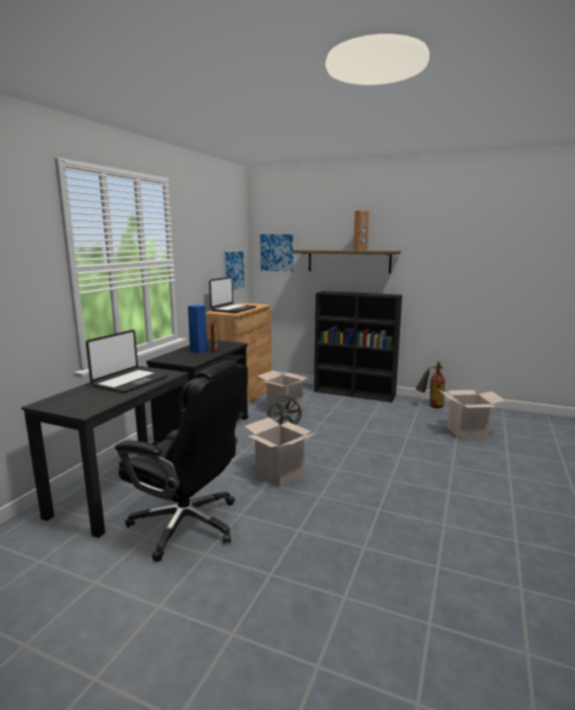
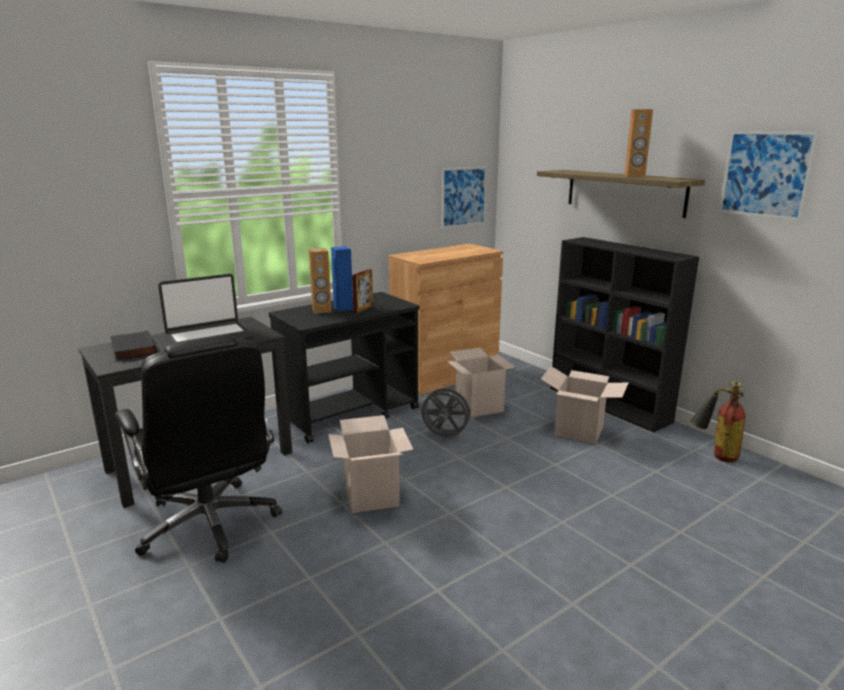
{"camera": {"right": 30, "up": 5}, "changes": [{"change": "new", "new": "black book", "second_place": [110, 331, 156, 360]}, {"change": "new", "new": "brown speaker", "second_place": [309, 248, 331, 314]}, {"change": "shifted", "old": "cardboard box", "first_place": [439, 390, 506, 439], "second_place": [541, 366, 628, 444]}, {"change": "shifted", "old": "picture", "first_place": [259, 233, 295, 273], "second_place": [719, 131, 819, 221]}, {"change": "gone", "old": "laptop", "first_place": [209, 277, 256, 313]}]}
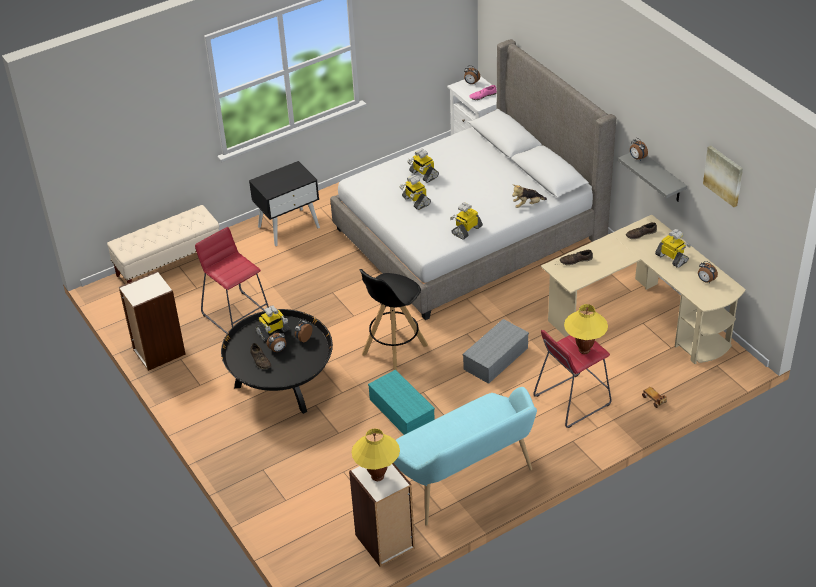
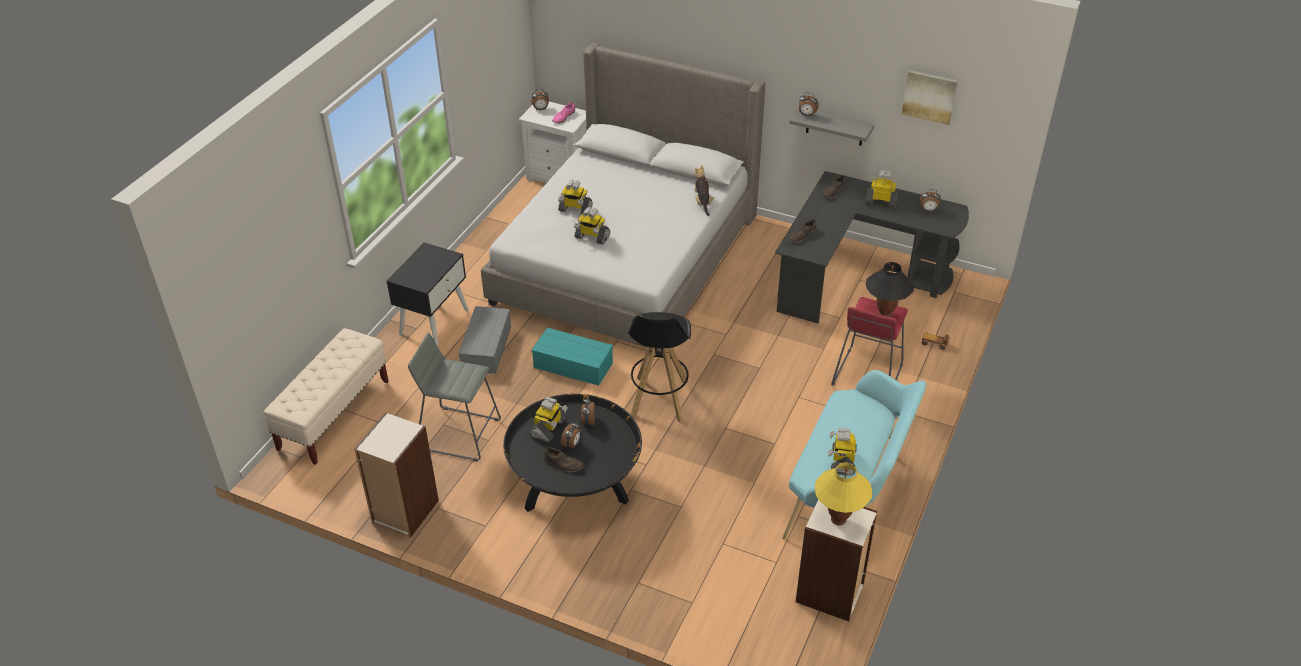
{"camera": {"right": -35, "up": 0}, "changes": [{"change": "repainted", "old": "red stool", "new": "grey stool", "first_place": [195, 227, 269, 334], "second_place": [408, 333, 501, 461]}, {"change": "shifted", "old": "grey storage box", "first_place": [463, 319, 529, 384], "second_place": [458, 306, 511, 374]}, {"change": "shifted", "old": "turquoise storage box", "first_place": [368, 369, 435, 435], "second_place": [532, 328, 613, 386]}, {"change": "rotated", "old": "plush toy", "first_place": [512, 185, 547, 208], "second_place": [694, 165, 715, 216], "degrees": 135}, {"change": "repainted", "old": "beige desk", "new": "black desk", "first_place": [541, 215, 746, 364], "second_place": [775, 171, 969, 323]}, {"change": "shifted", "old": "toy robot", "first_place": [450, 202, 483, 240], "second_place": [828, 428, 857, 476]}, {"change": "repainted", "old": "yellow table lamp", "new": "black table lamp", "first_place": [564, 304, 608, 354], "second_place": [866, 262, 914, 317]}]}
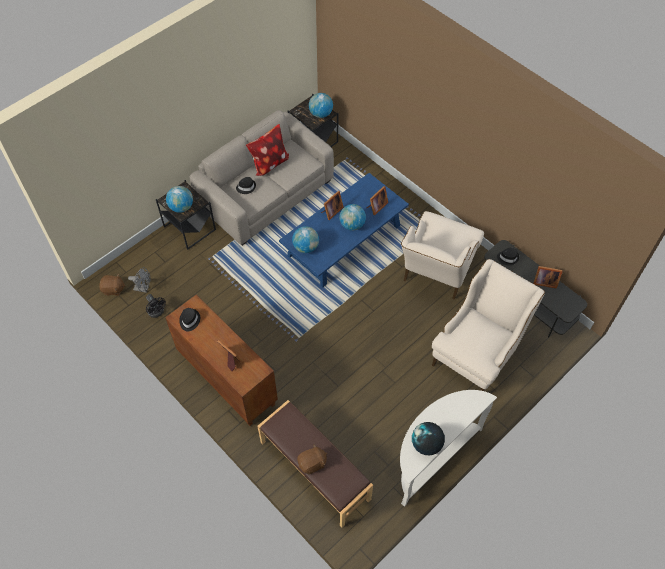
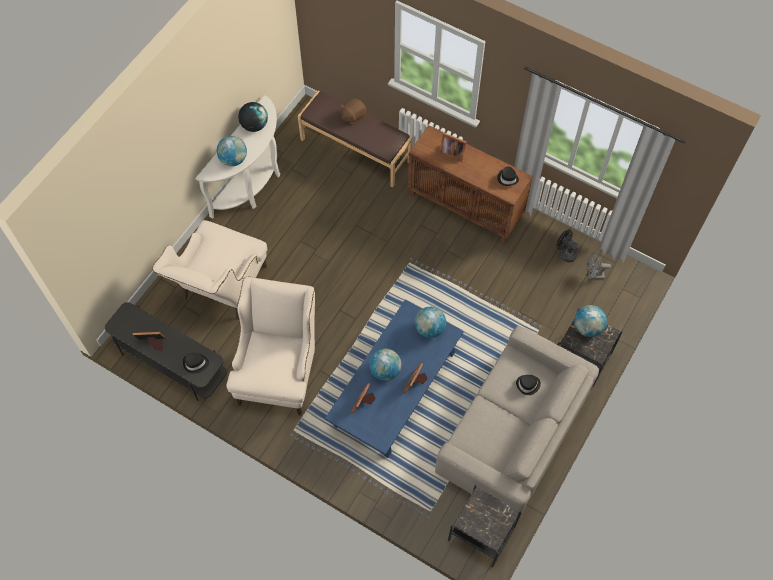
{"camera": {"right": 165, "up": 5}, "changes": [{"change": "shifted", "old": "globe", "first_place": [309, 93, 333, 118], "second_place": [216, 136, 247, 166]}, {"change": "gone", "old": "brown plush toy", "first_place": [99, 274, 126, 296]}, {"change": "gone", "old": "pillow", "first_place": [246, 124, 289, 176]}]}
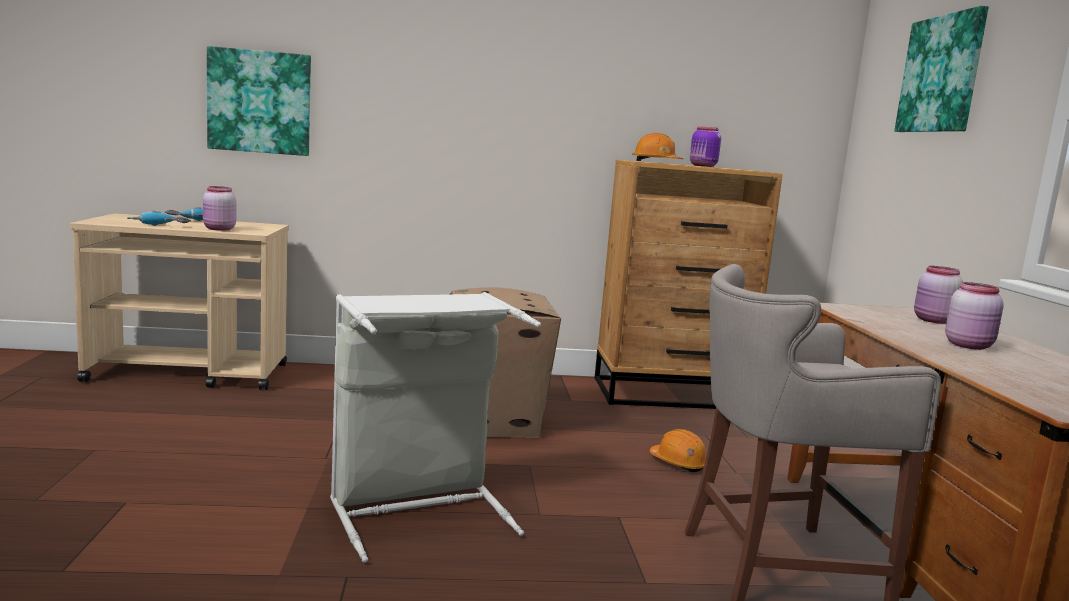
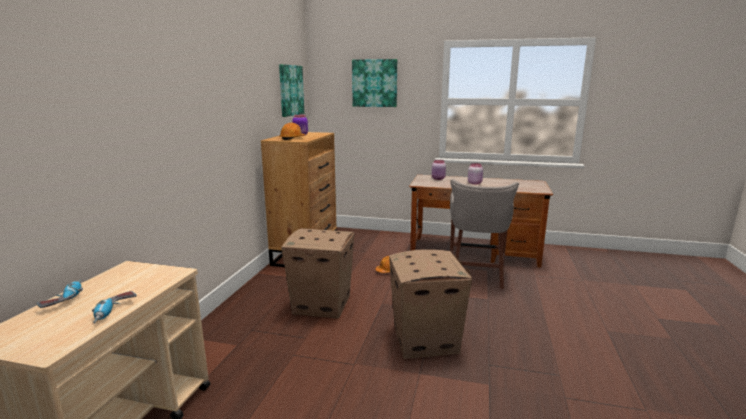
{"camera": {"right": -70, "up": 5}, "changes": [{"change": "shifted", "old": "picture", "first_place": [207, 46, 311, 156], "second_place": [279, 64, 304, 117]}, {"change": "swapped", "old": "grey laundry basket", "new": "cardboard box", "first_place": [330, 292, 541, 563], "second_place": [389, 249, 472, 359]}, {"change": "gone", "old": "pink jar", "first_place": [203, 186, 236, 231]}]}
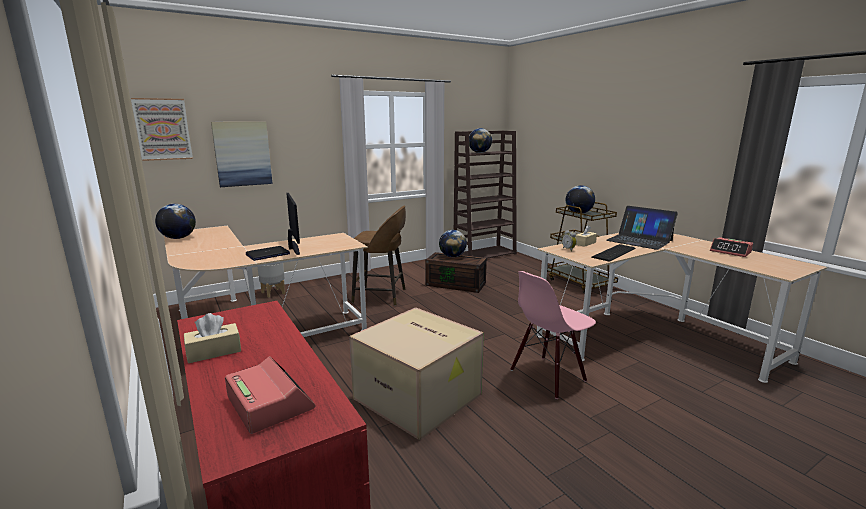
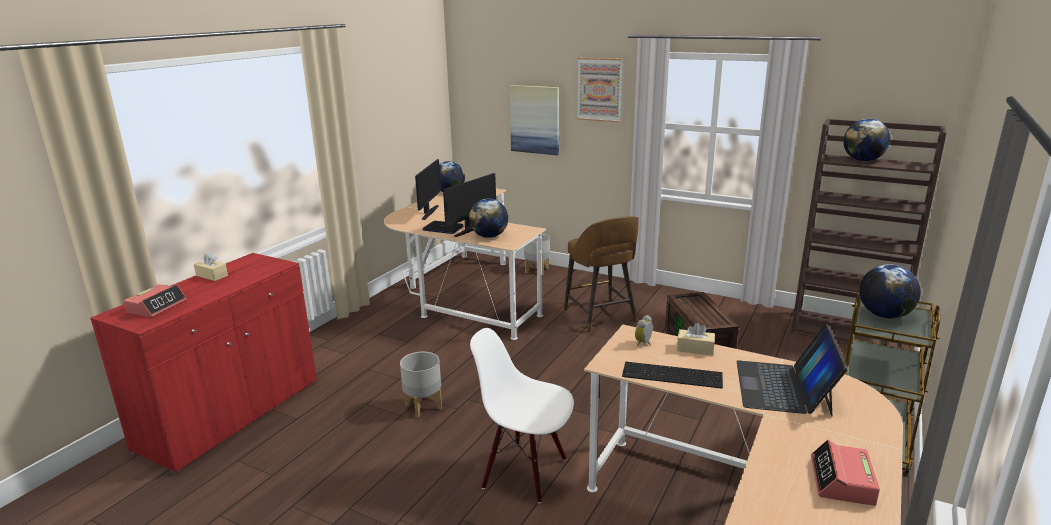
{"camera": {"right": 60, "up": 5}, "changes": [{"change": "swapped", "old": "cardboard box", "new": "grey planter", "first_place": [349, 307, 484, 440], "second_place": [400, 352, 442, 418]}, {"change": "new", "new": "monitor", "second_place": [415, 159, 441, 220]}, {"change": "shifted", "old": "globe", "first_place": [439, 230, 467, 257], "second_place": [469, 199, 508, 238]}, {"change": "repainted", "old": "pink chair", "new": "white chair", "first_place": [511, 271, 596, 399], "second_place": [470, 328, 574, 503]}, {"change": "shifted", "old": "picture", "first_place": [131, 98, 193, 161], "second_place": [577, 58, 623, 122]}]}
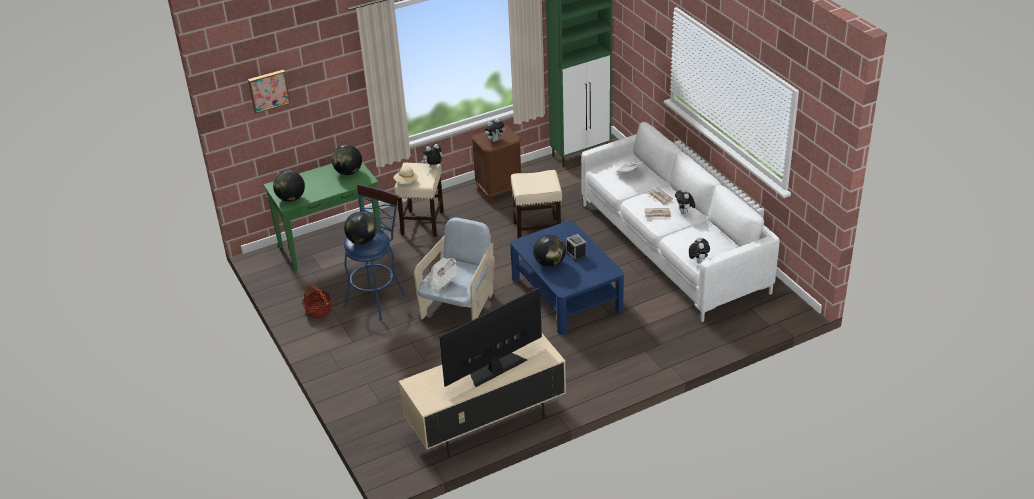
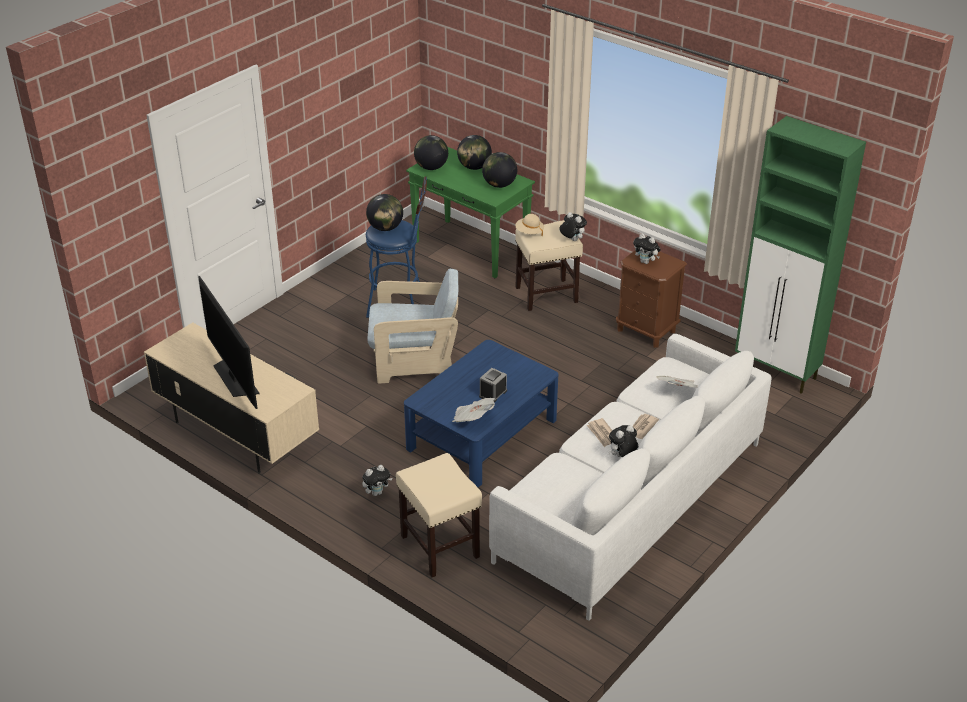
{"camera": {"right": 65, "up": 0}, "changes": [{"change": "rotated", "old": "television", "first_place": [439, 288, 542, 387], "second_place": [198, 276, 260, 409], "degrees": -150}, {"change": "shifted", "old": "plush toy", "first_place": [689, 237, 710, 263], "second_place": [362, 465, 392, 496]}, {"change": "shifted", "old": "beige stool", "first_place": [511, 170, 562, 238], "second_place": [396, 453, 482, 577]}, {"change": "shifted", "old": "newspaper", "first_place": [424, 258, 458, 291], "second_place": [452, 398, 495, 422]}, {"change": "shifted", "old": "globe", "first_place": [533, 235, 566, 267], "second_place": [457, 135, 492, 170]}, {"change": "gone", "old": "picture", "first_place": [248, 70, 290, 114]}, {"change": "gone", "old": "basket", "first_place": [302, 285, 332, 318]}]}
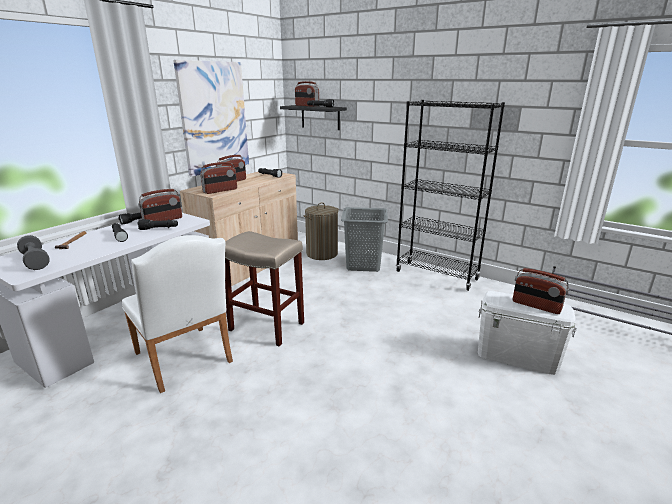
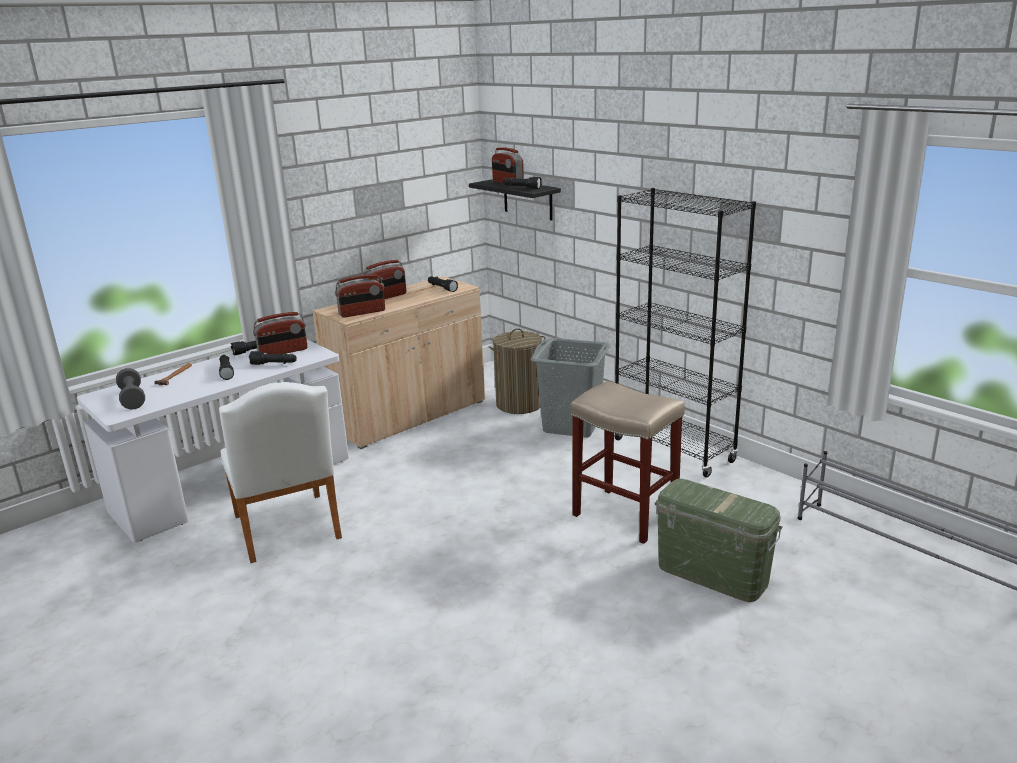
{"camera": {"right": 15, "up": 0}, "changes": [{"change": "shifted", "old": "beige stool", "first_place": [225, 231, 304, 347], "second_place": [570, 381, 685, 544]}, {"change": "repainted", "old": "white storage box", "new": "green storage box", "first_place": [478, 291, 577, 375], "second_place": [655, 479, 783, 602]}, {"change": "gone", "old": "picture", "first_place": [173, 60, 249, 177]}, {"change": "gone", "old": "radio", "first_place": [513, 268, 569, 314]}]}
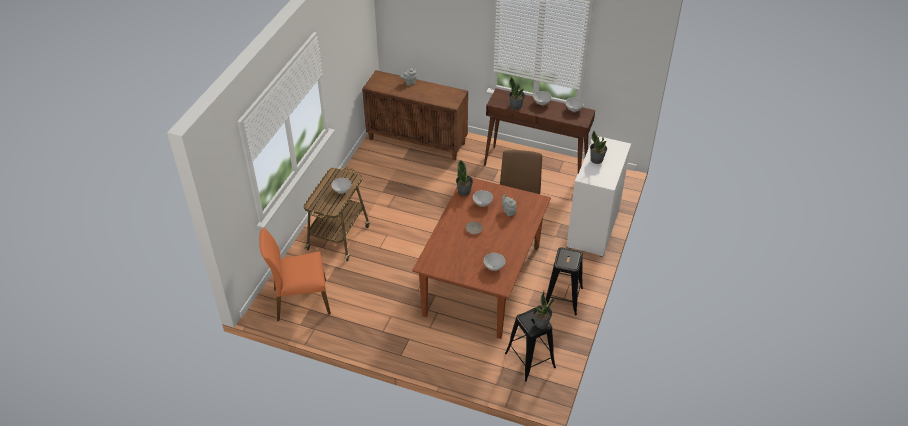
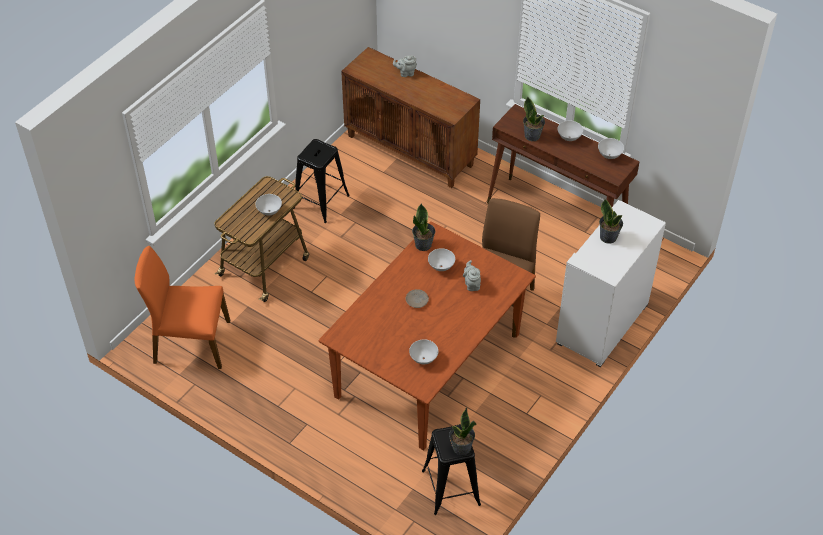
{"camera": {"right": 15, "up": 5}, "changes": [{"change": "shifted", "old": "black stool", "first_place": [546, 247, 583, 315], "second_place": [293, 139, 350, 223]}]}
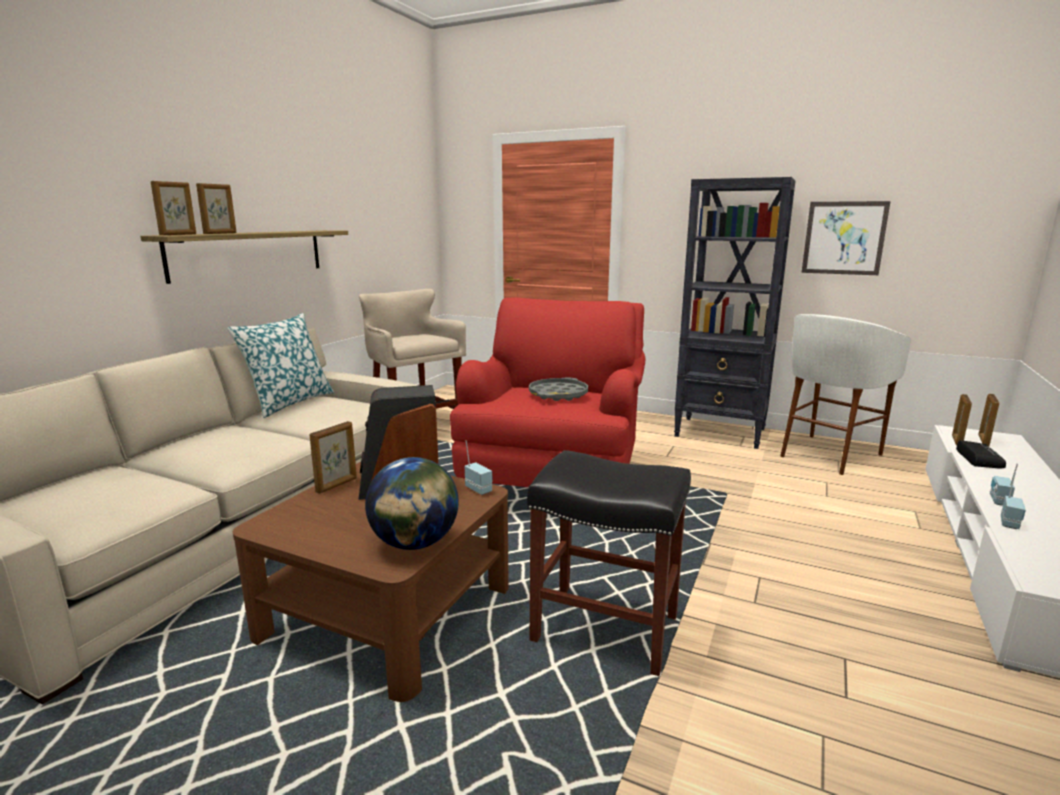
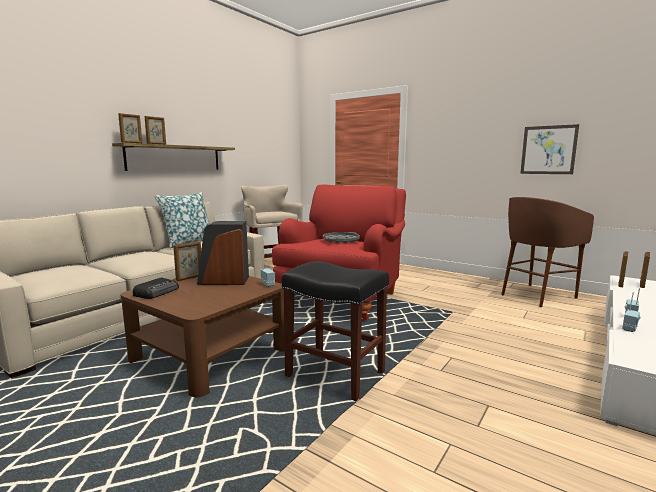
{"camera": {"right": 10, "up": -5}, "changes": [{"change": "shifted", "old": "radio", "first_place": [956, 440, 1006, 468], "second_place": [133, 278, 179, 299]}, {"change": "repainted", "old": "white stool", "new": "brown stool", "first_place": [780, 314, 911, 475], "second_place": [501, 197, 594, 307]}, {"change": "gone", "old": "globe", "first_place": [365, 457, 459, 550]}, {"change": "gone", "old": "black bookcase", "first_place": [674, 177, 795, 449]}]}
